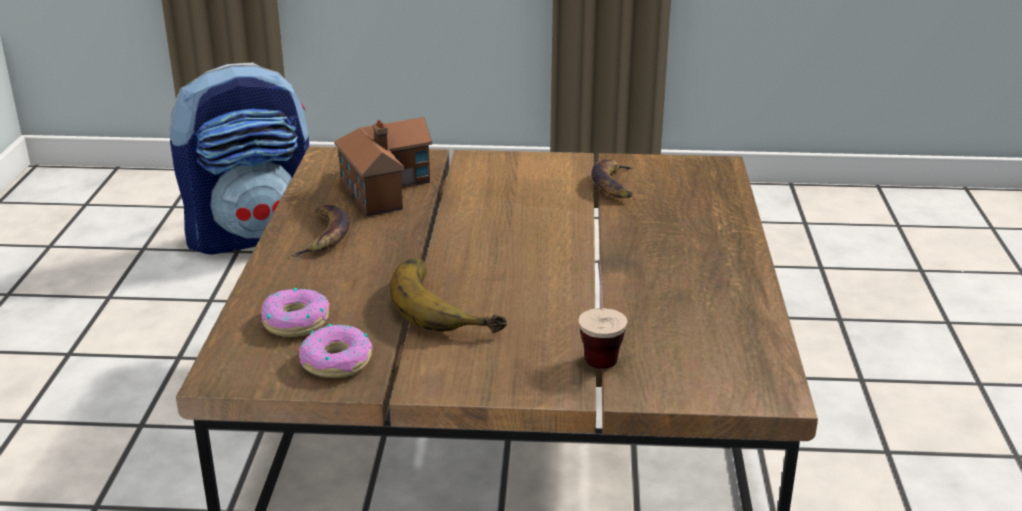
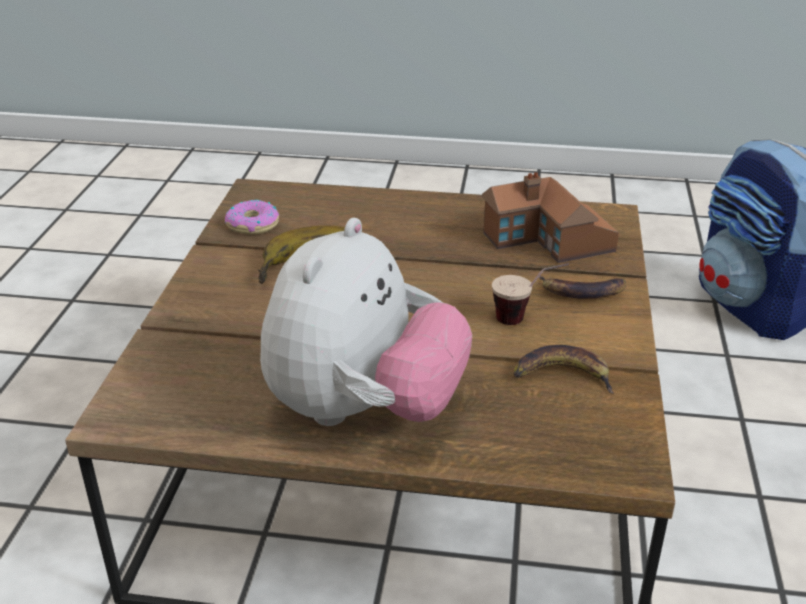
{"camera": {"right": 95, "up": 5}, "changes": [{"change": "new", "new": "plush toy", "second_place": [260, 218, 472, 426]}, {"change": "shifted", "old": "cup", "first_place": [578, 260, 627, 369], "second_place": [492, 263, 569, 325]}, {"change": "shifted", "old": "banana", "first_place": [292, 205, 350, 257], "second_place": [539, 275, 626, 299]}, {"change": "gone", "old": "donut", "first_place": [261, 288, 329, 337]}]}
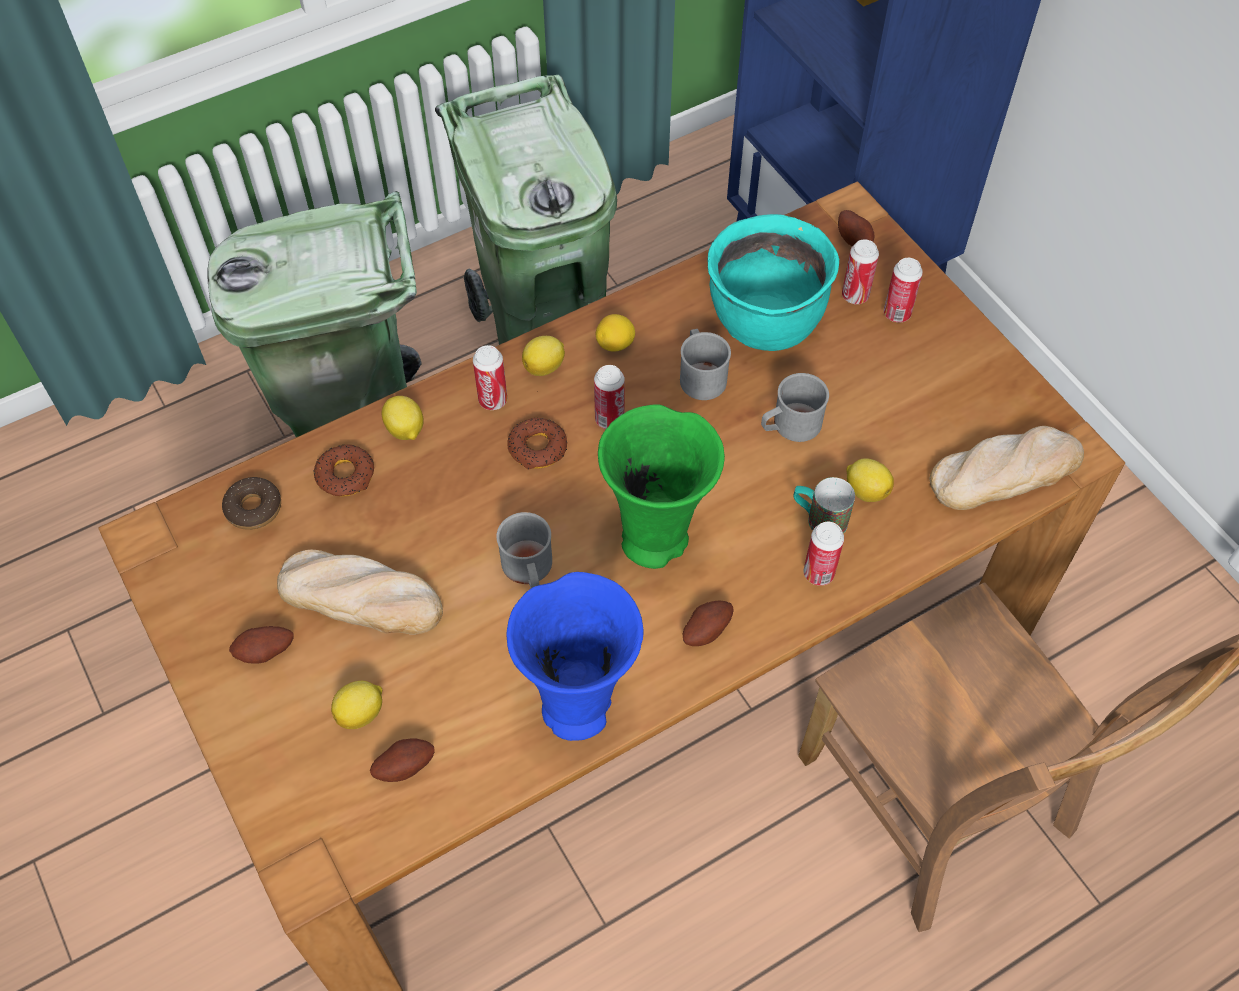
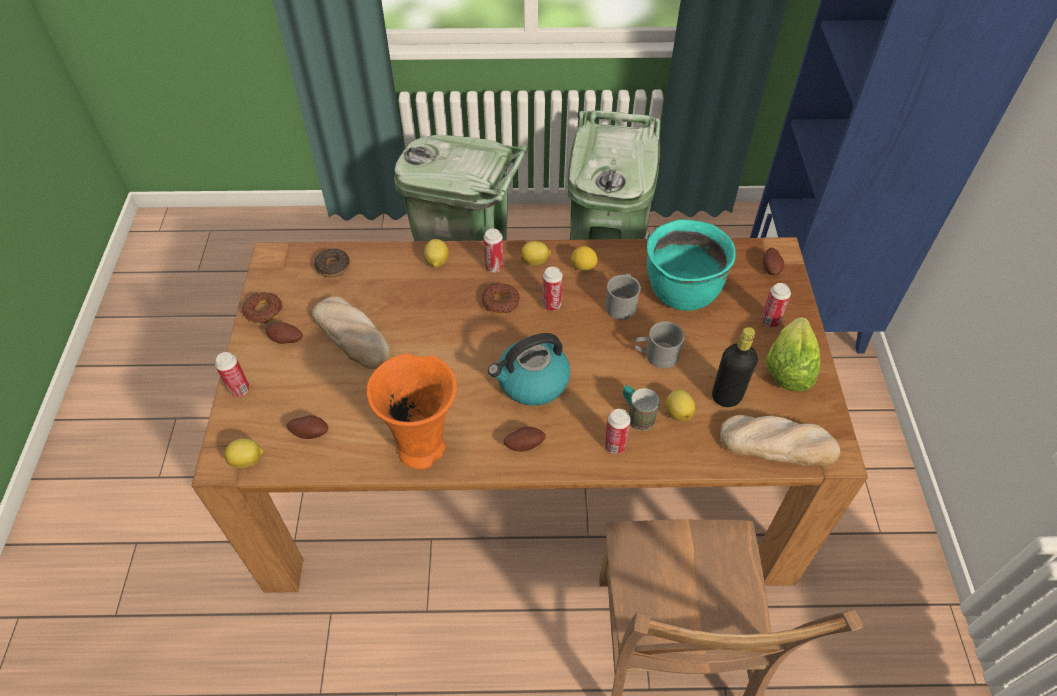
{"camera": {"right": 30, "up": -5}, "changes": [{"change": "shifted", "old": "can", "first_place": [842, 239, 879, 304], "second_place": [215, 352, 250, 397]}, {"change": "shifted", "old": "lemon", "first_place": [331, 681, 382, 729], "second_place": [225, 439, 264, 468]}, {"change": "shifted", "old": "donut", "first_place": [313, 445, 374, 497], "second_place": [242, 292, 282, 323]}, {"change": "repainted", "old": "blue vase", "new": "orange vase", "first_place": [506, 572, 643, 741], "second_place": [366, 354, 457, 469]}, {"change": "swapped", "old": "green vase", "new": "kettle", "first_place": [598, 404, 725, 569], "second_place": [488, 333, 570, 406]}, {"change": "new", "new": "black bottle", "second_place": [712, 327, 758, 407]}, {"change": "new", "new": "lettuce", "second_place": [766, 317, 821, 392]}, {"change": "gone", "old": "grey mug", "first_place": [496, 512, 552, 588]}]}
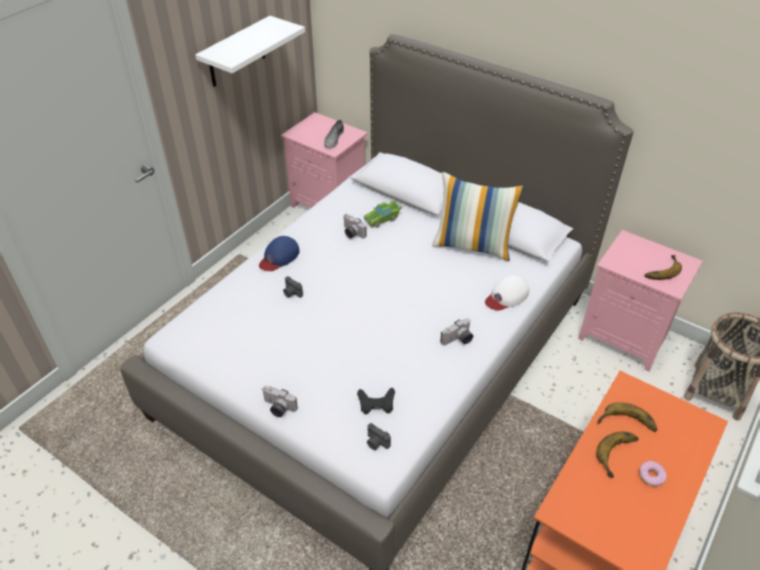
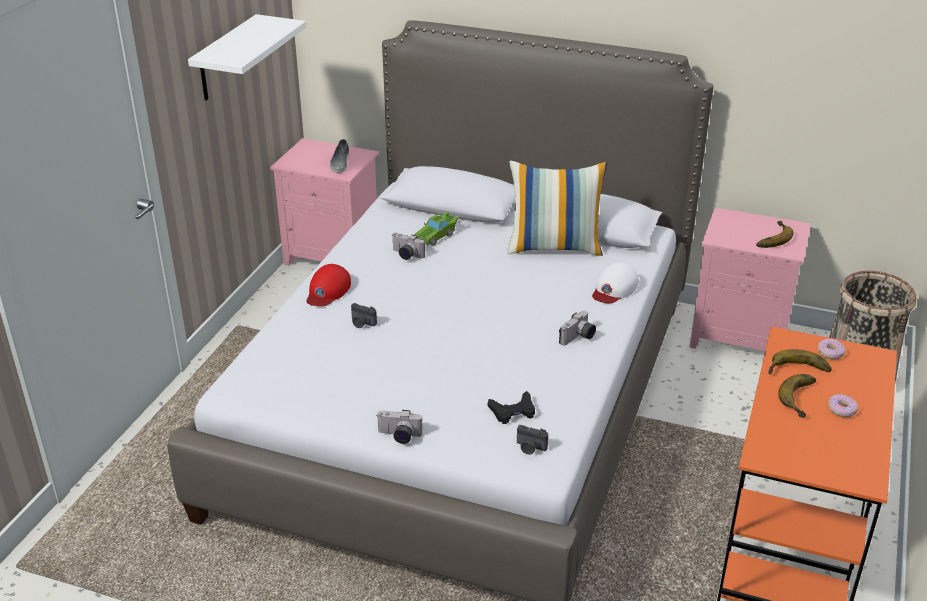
{"camera": {"right": -15, "up": -10}, "changes": [{"change": "repainted", "old": "blue cap", "new": "red cap", "first_place": [259, 236, 299, 271], "second_place": [306, 264, 351, 307]}, {"change": "new", "new": "donut", "second_place": [818, 339, 846, 359]}]}
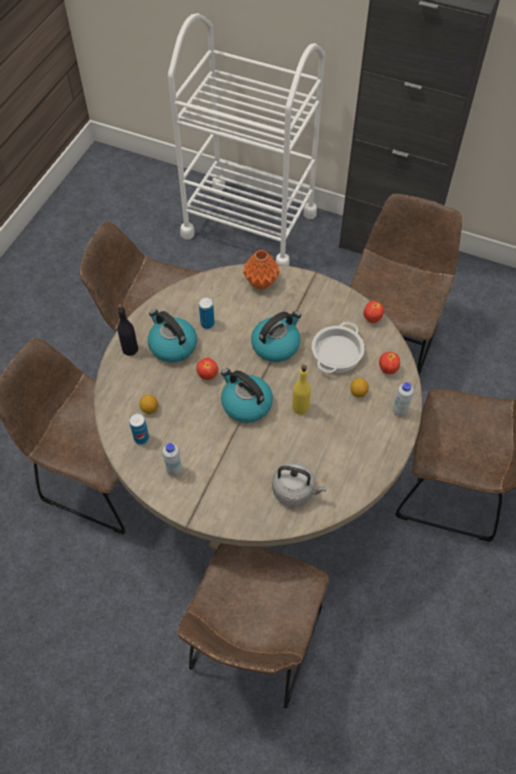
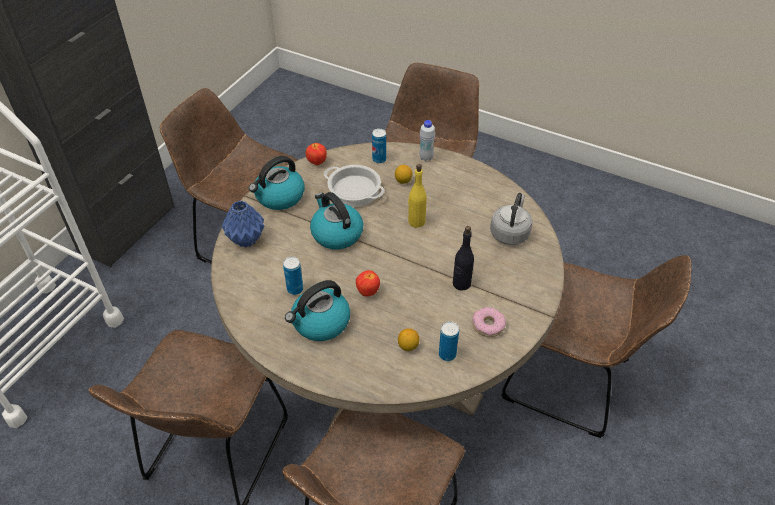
{"camera": {"right": -85, "up": -10}, "changes": [{"change": "repainted", "old": "orange vase", "new": "blue vase", "first_place": [243, 250, 280, 290], "second_place": [222, 201, 264, 248]}, {"change": "shifted", "old": "kettle", "first_place": [221, 368, 273, 423], "second_place": [249, 156, 304, 210]}, {"change": "swapped", "old": "apple", "new": "can", "first_place": [379, 352, 400, 374], "second_place": [372, 128, 386, 164]}, {"change": "shifted", "old": "black bottle", "first_place": [117, 304, 138, 356], "second_place": [453, 226, 474, 291]}, {"change": "swapped", "old": "white bottle", "new": "donut", "first_place": [162, 443, 182, 476], "second_place": [472, 307, 506, 337]}]}
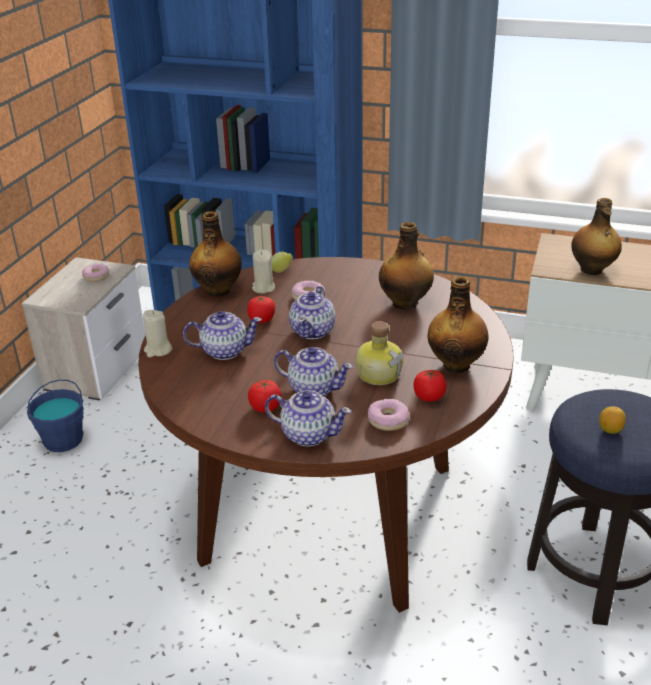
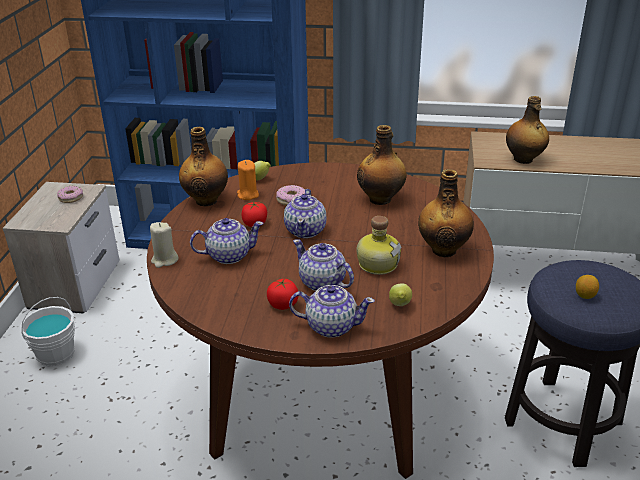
{"camera": {"right": -10, "up": 0}, "changes": [{"change": "repainted", "old": "blue bucket", "new": "white bucket", "first_place": [27, 380, 84, 452], "second_place": [20, 297, 75, 366]}, {"change": "repainted", "old": "beige candle", "new": "orange candle", "first_place": [252, 250, 275, 293], "second_place": [237, 160, 259, 200]}, {"change": "rotated", "old": "teapot", "first_place": [274, 347, 353, 396], "second_place": [293, 239, 354, 291], "degrees": -150}, {"change": "swapped", "old": "donut", "new": "lemon", "first_place": [368, 399, 409, 431], "second_place": [389, 283, 412, 306]}, {"change": "gone", "old": "tomato", "first_place": [413, 370, 446, 402]}]}
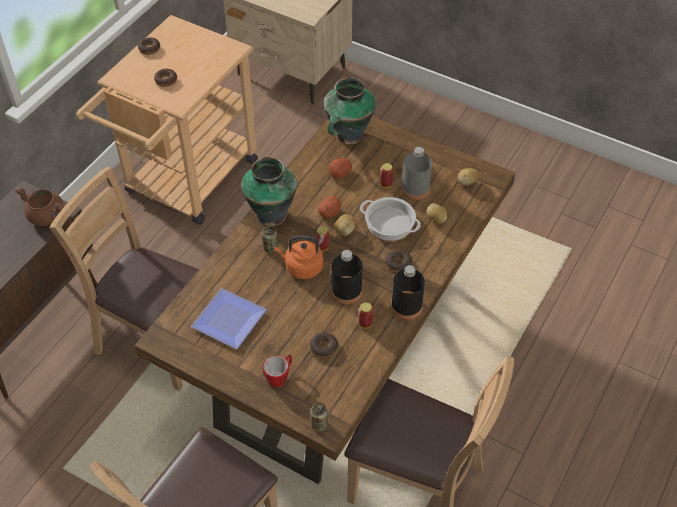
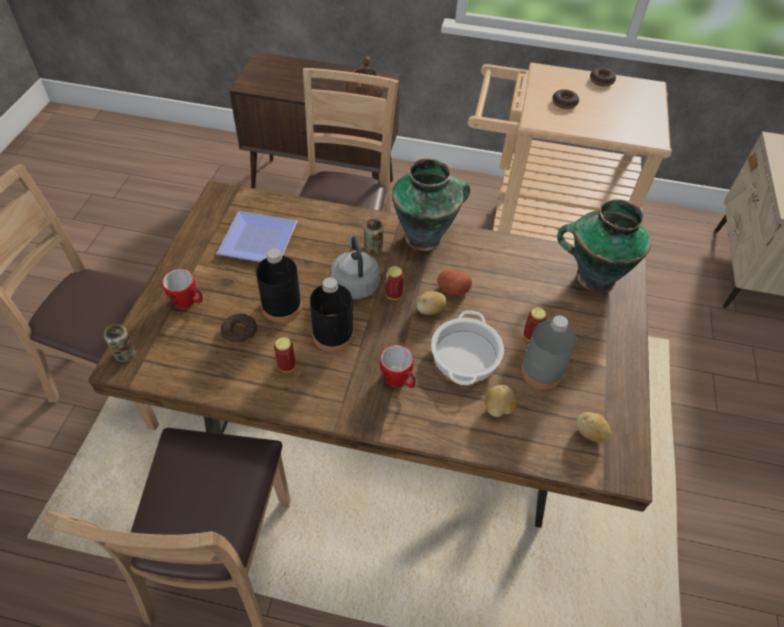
{"camera": {"right": 70, "up": 0}, "changes": [{"change": "shifted", "old": "black bottle", "first_place": [391, 265, 425, 320], "second_place": [256, 248, 302, 322]}, {"change": "repainted", "old": "orange kettle", "new": "grey kettle", "first_place": [274, 236, 323, 279], "second_place": [331, 236, 380, 299]}, {"change": "swapped", "old": "donut", "new": "mug", "first_place": [386, 250, 412, 272], "second_place": [380, 345, 416, 388]}, {"change": "gone", "old": "potato", "first_place": [329, 158, 352, 179]}]}
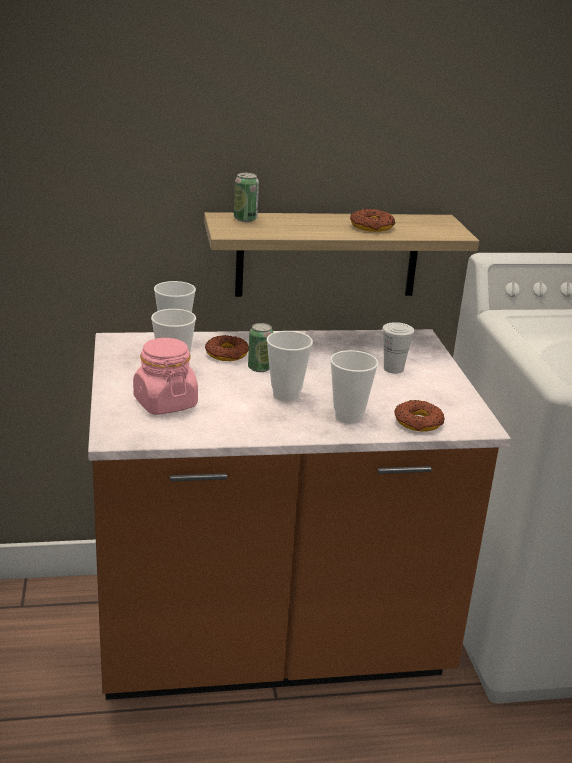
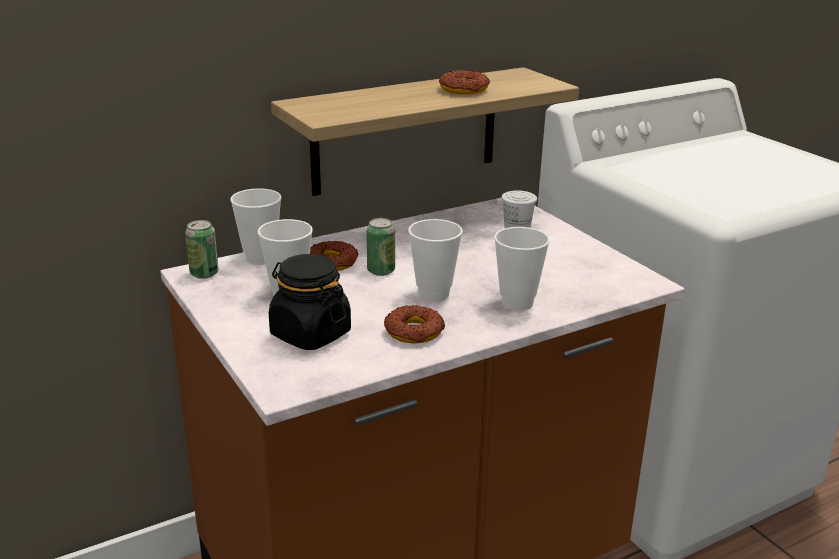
{"camera": {"right": -20, "up": 0}, "changes": [{"change": "shifted", "old": "can", "first_place": [234, 173, 259, 222], "second_place": [185, 220, 219, 279]}, {"change": "repainted", "old": "pink jar", "new": "black jar", "first_place": [133, 338, 198, 415], "second_place": [268, 254, 351, 350]}, {"change": "shifted", "old": "donut", "first_place": [395, 400, 445, 432], "second_place": [384, 305, 445, 344]}]}
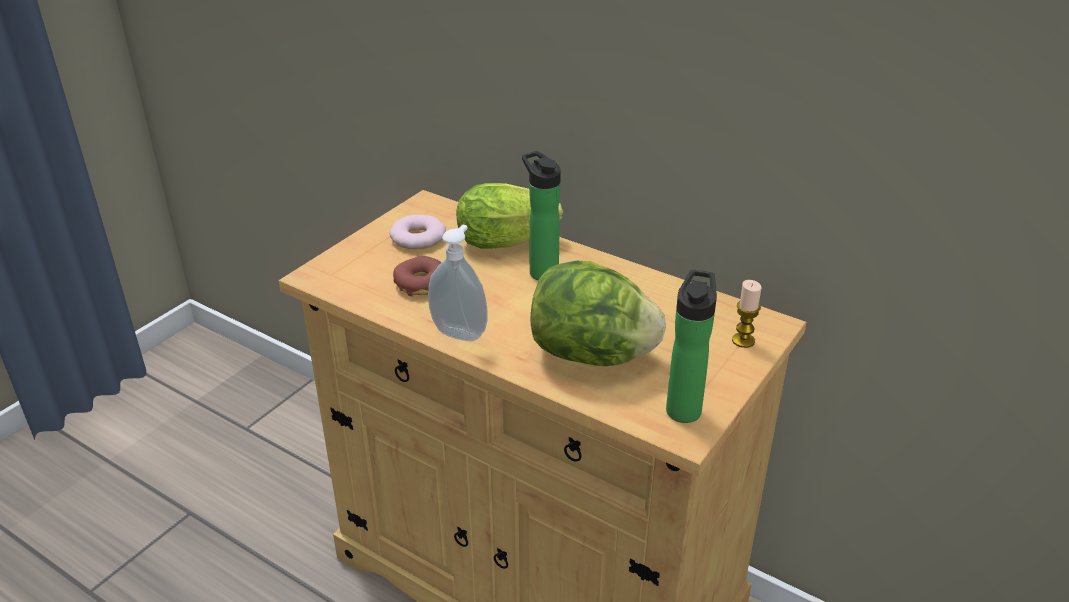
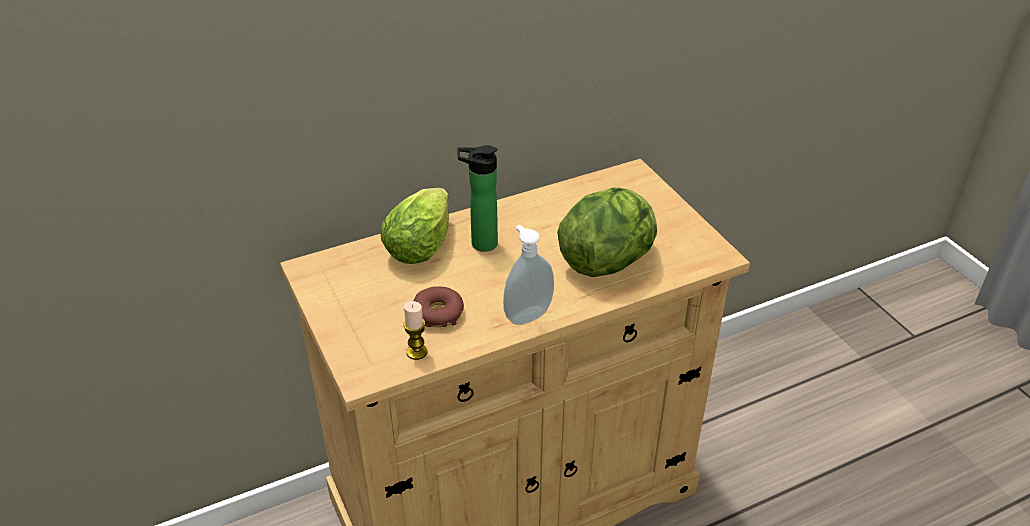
{"camera": {"right": -60, "up": 5}, "changes": [{"change": "shifted", "old": "candle", "first_place": [732, 280, 761, 348], "second_place": [403, 301, 427, 360]}, {"change": "gone", "old": "donut", "first_place": [389, 215, 446, 250]}, {"change": "gone", "old": "bottle", "first_place": [666, 270, 717, 423]}]}
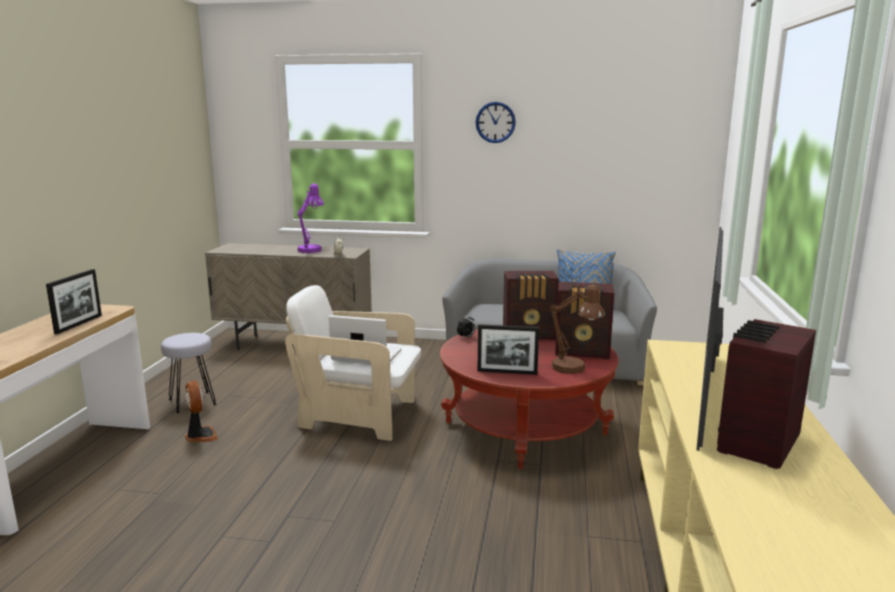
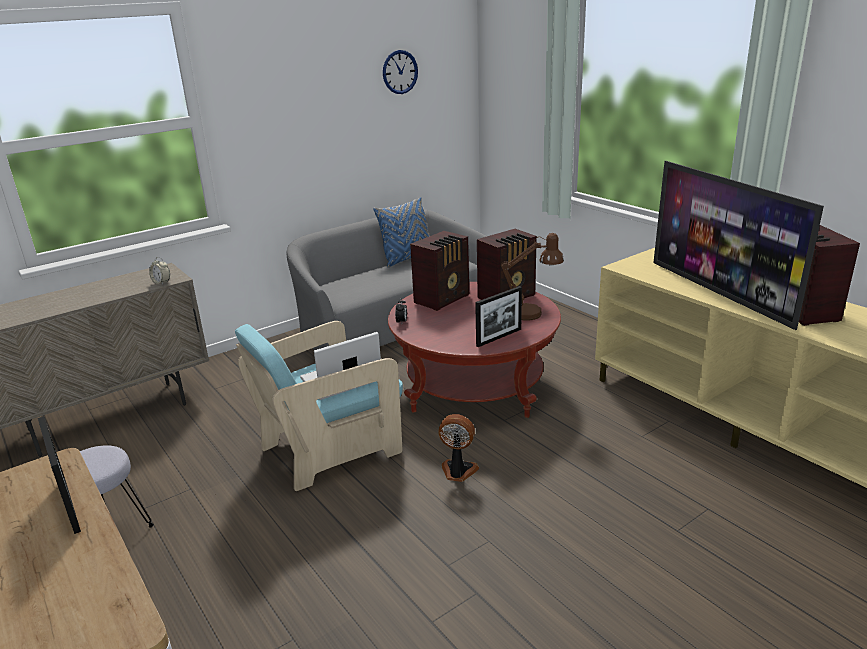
{"camera": {"right": -45, "up": 10}, "changes": [{"change": "repainted", "old": "white armchair", "new": "turquoise armchair", "first_place": [285, 285, 421, 441], "second_place": [235, 321, 403, 491]}, {"change": "shifted", "old": "wall clock", "first_place": [475, 102, 516, 143], "second_place": [383, 50, 418, 94]}, {"change": "shifted", "old": "fan", "first_place": [185, 380, 218, 442], "second_place": [438, 414, 479, 482]}, {"change": "gone", "old": "purple table lamp", "first_place": [297, 183, 324, 253]}]}
